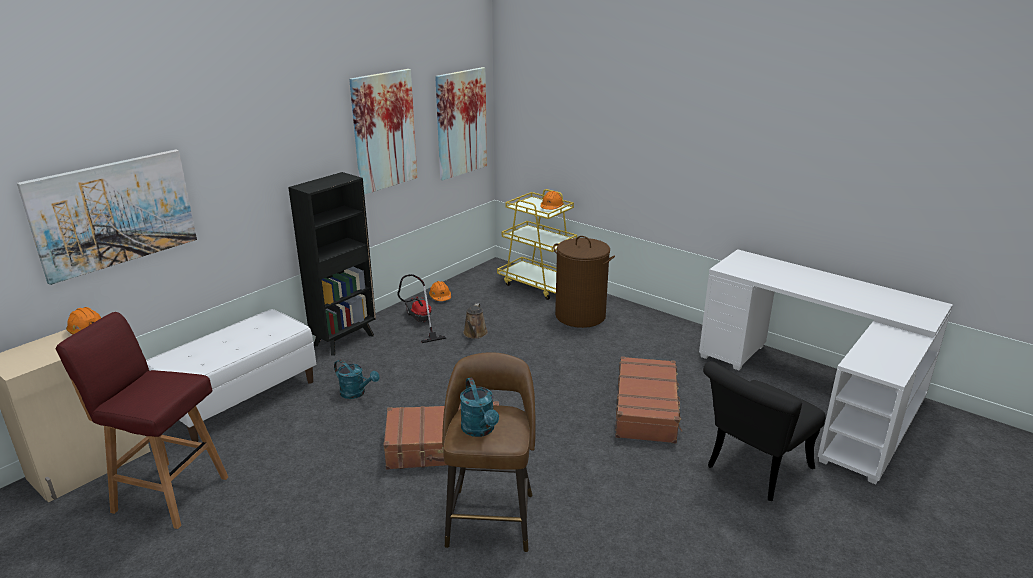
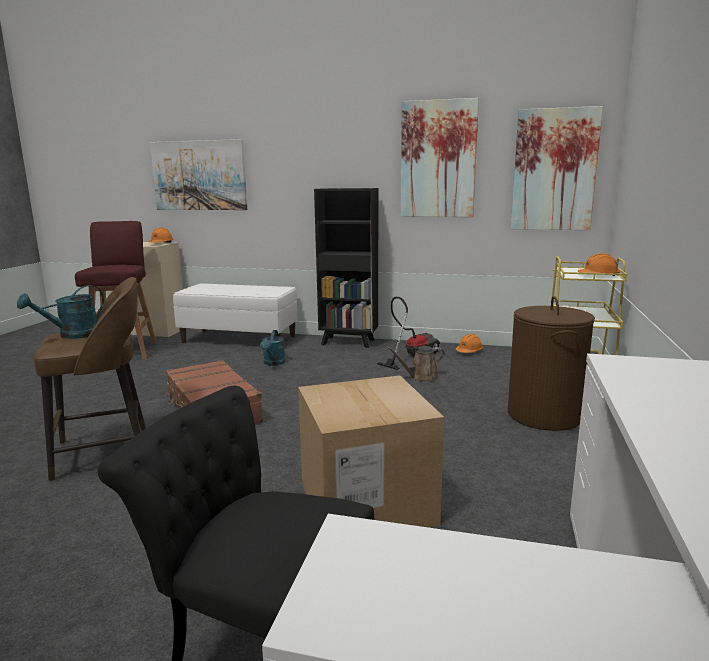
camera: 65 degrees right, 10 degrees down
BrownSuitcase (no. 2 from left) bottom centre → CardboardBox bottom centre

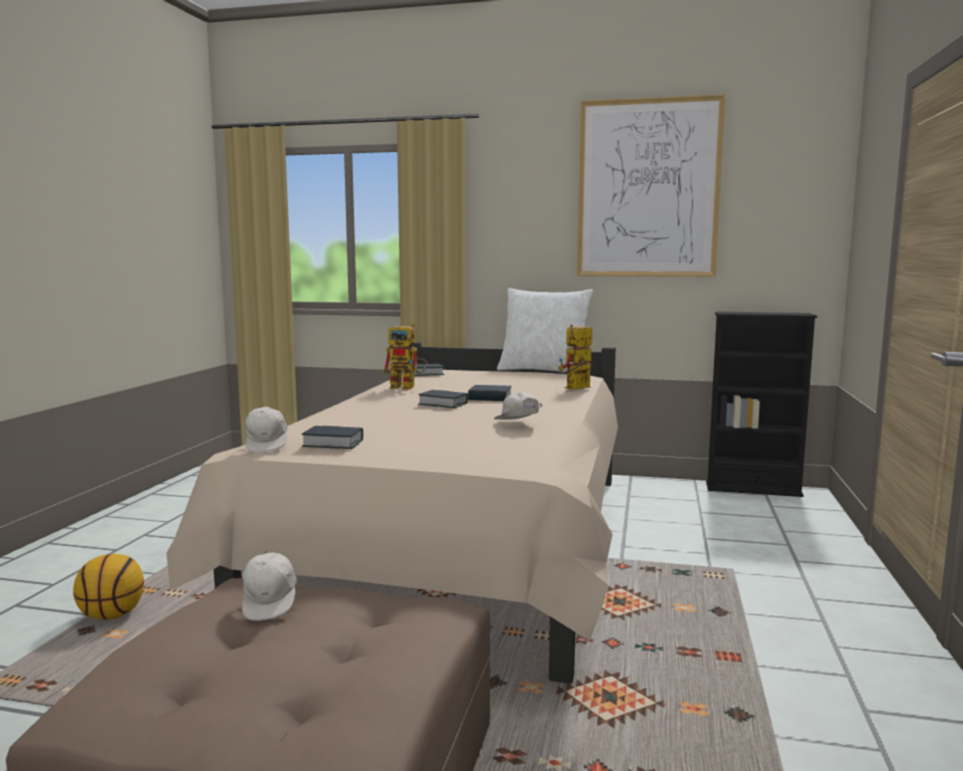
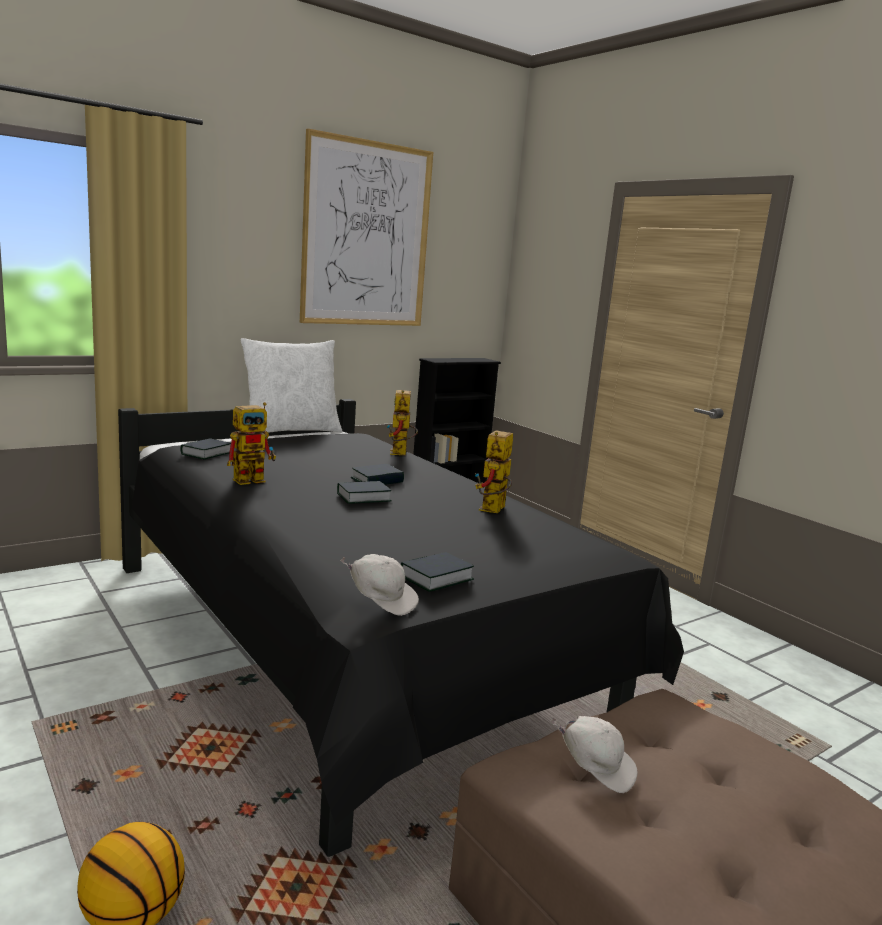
camera: 50 degrees left, 5 degrees up
WhiteCap (no. 3 from left) centre → ToyRobot (no. 3 from left) centre
BeigeBed centre → BlackBed bottom centre

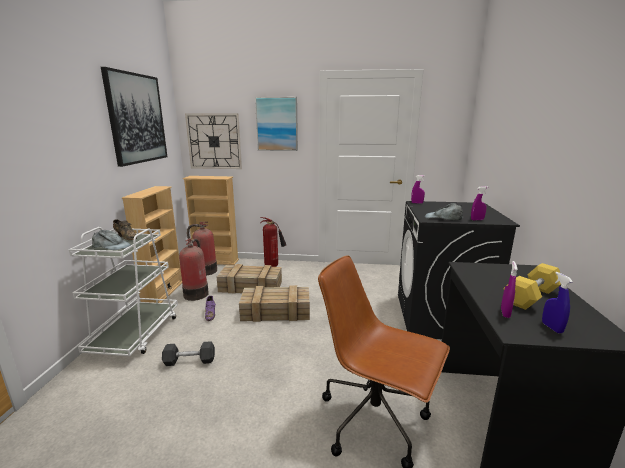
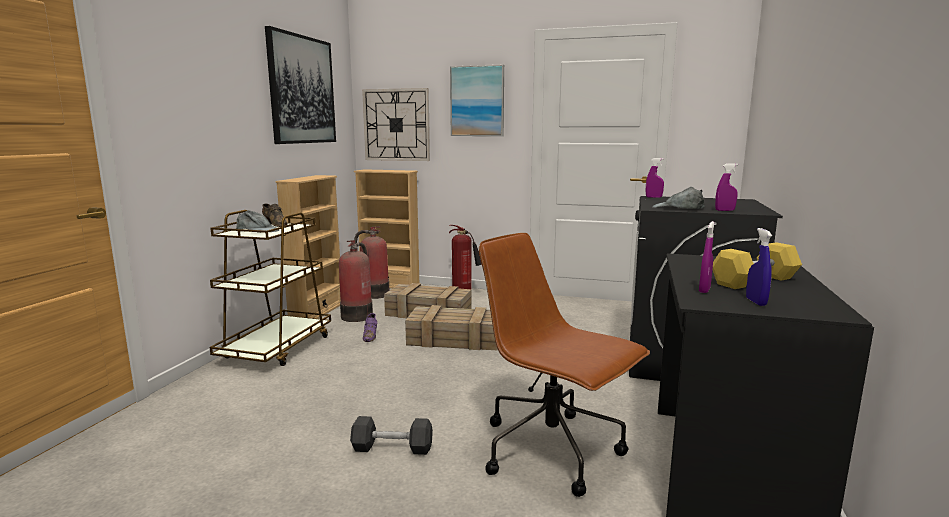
camera: 10 degrees right, 5 degrees down
GreyDumbbell bottom left → GreyDumbbell bottom centre, shifted
WhiteCart middle left → BrownCart middle left

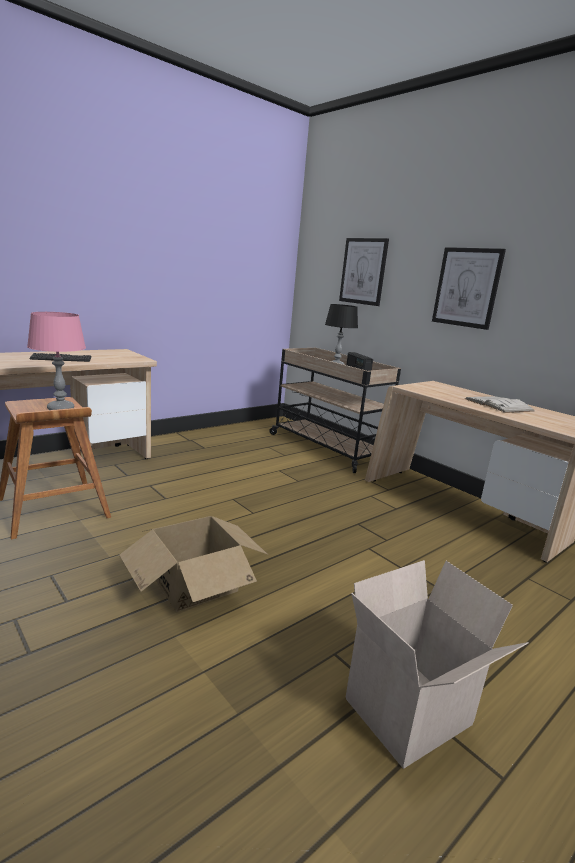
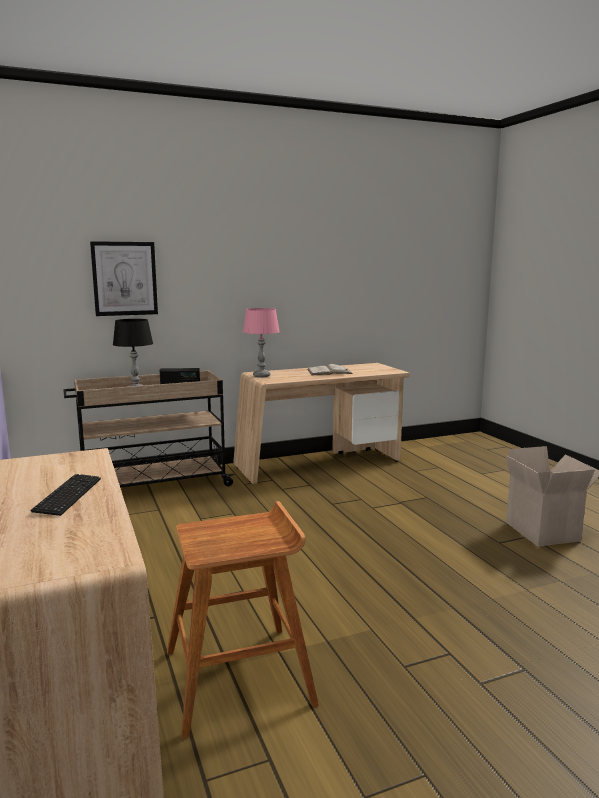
camera: 70 degrees left, 5 degrees down
CardboardBox (no. 1 from left) centre → -
Picture (no. 2 from left) middle right → -
PinkTableLamp middle left → PinkTableLamp centre, shifted

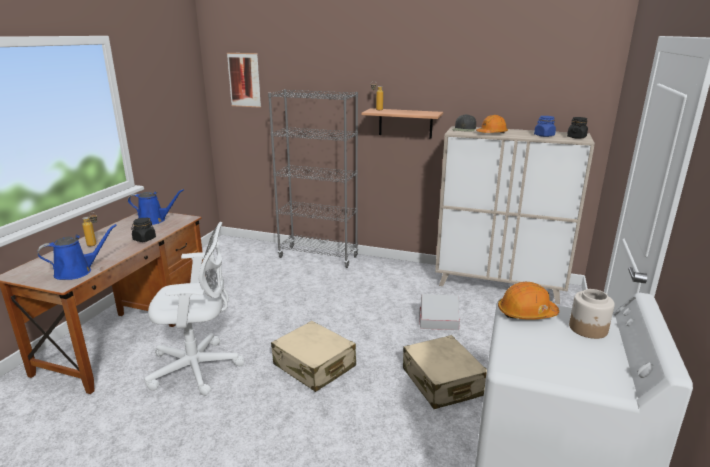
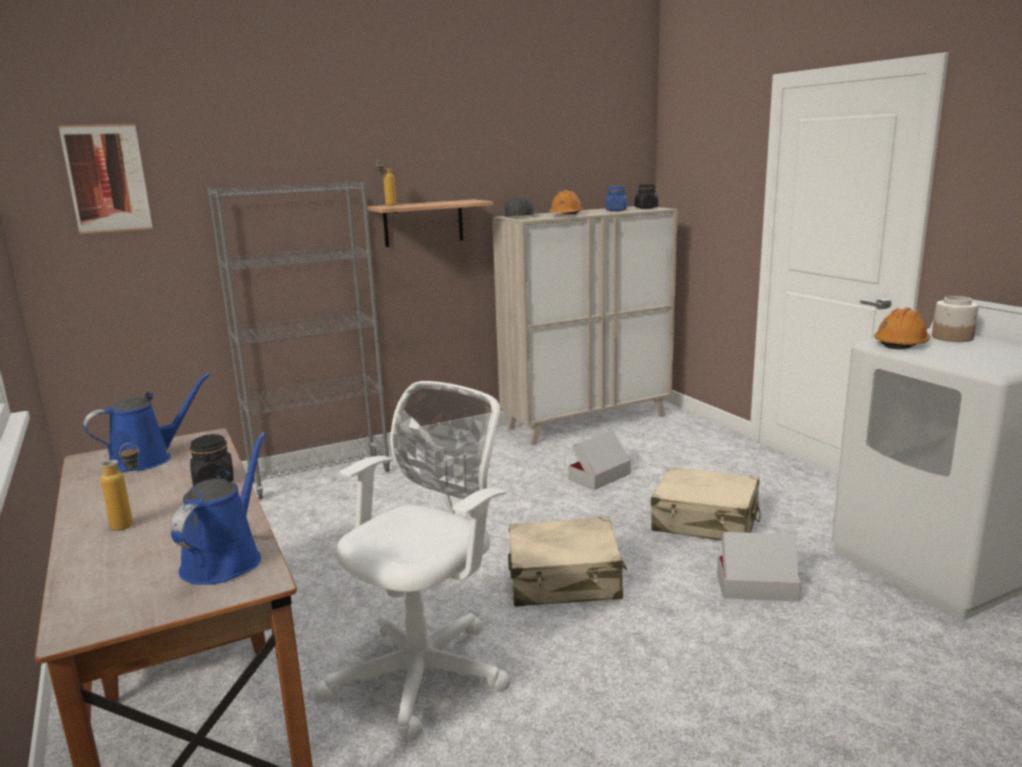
camera: 45 degrees left, 5 degrees down
- → CardboardBox (no. 2 from left) bottom right

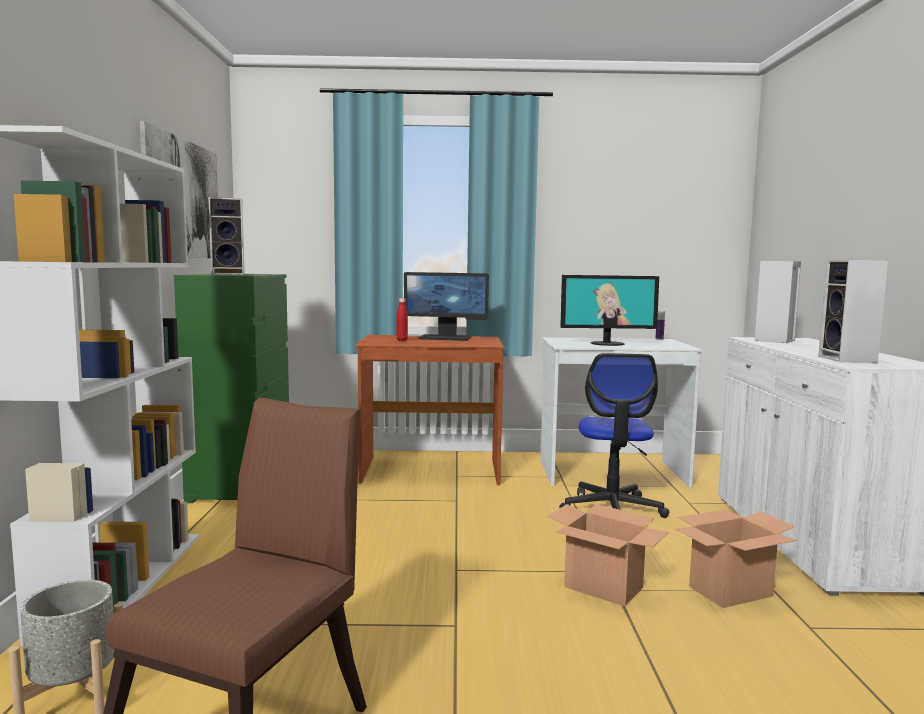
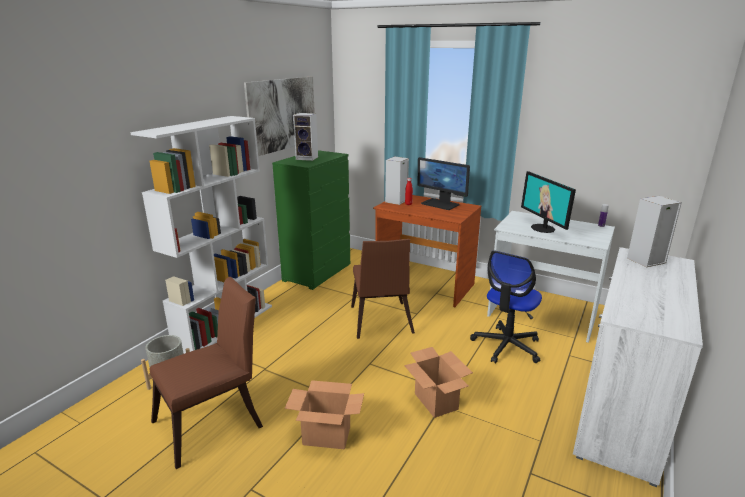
camera: 30 degrees right, 15 degrees up
- → BrownChair (no. 2 from left) centre
CardboardBox (no. 2 from left in the first image) bottom right → CardboardBox (no. 1 from left) bottom centre, shifted
Speaker (no. 3 from left in the first image) middle right → Speaker (no. 2 from left) centre, shifted
Monitor (no. 2 from left) centre → Monitor (no. 2 from left) middle right, 45 degrees clockwise

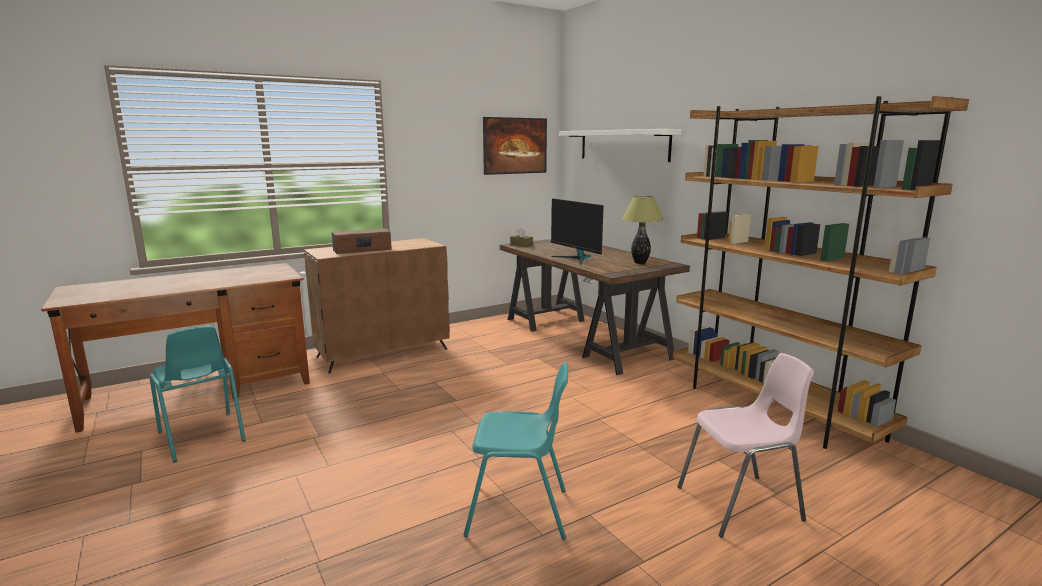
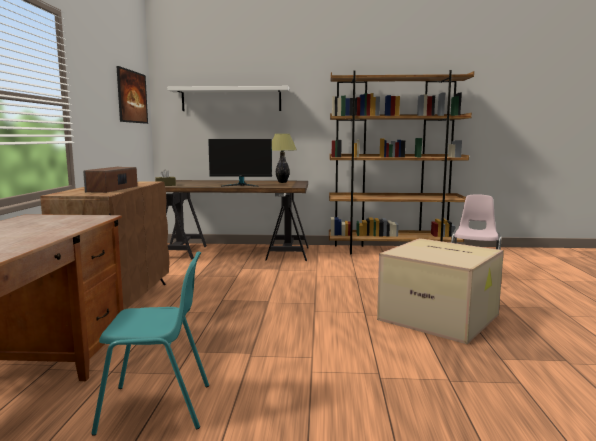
camera: 55 degrees left, 5 degrees down
TurquoiseChair (no. 2 from left) bottom centre → CardboardBox middle right

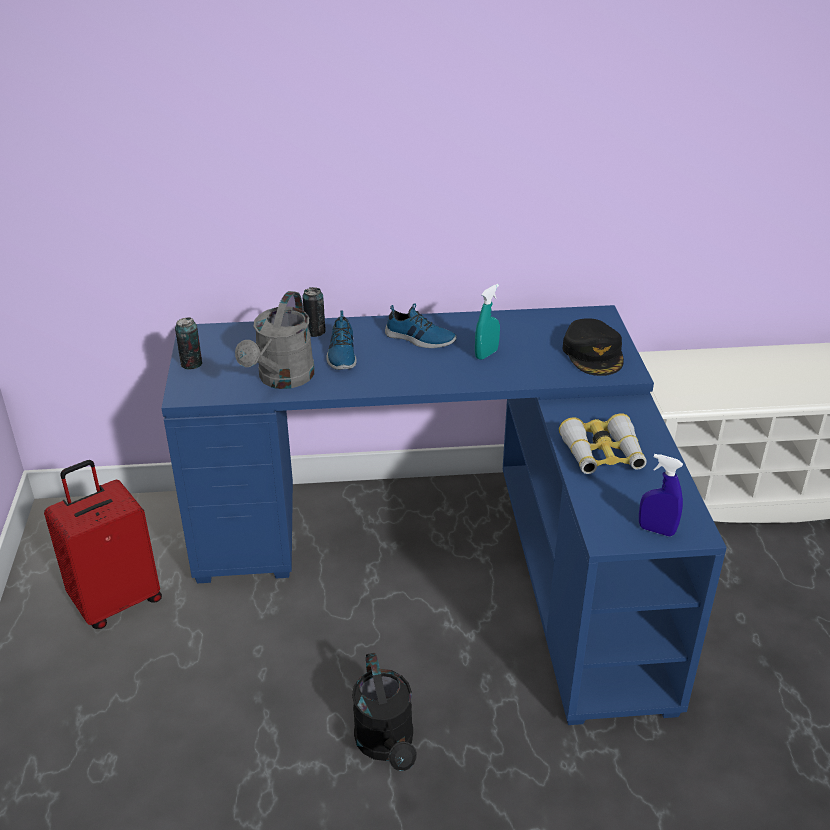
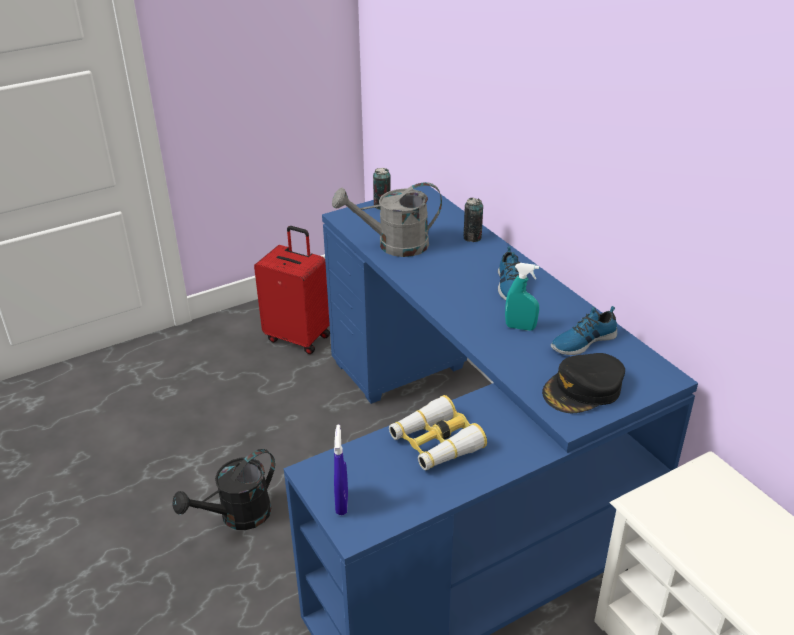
camera: 65 degrees right, 0 degrees up
Shoe (no. 1 from left in the first image) centre → Shoe (no. 2 from left) middle right, shifted

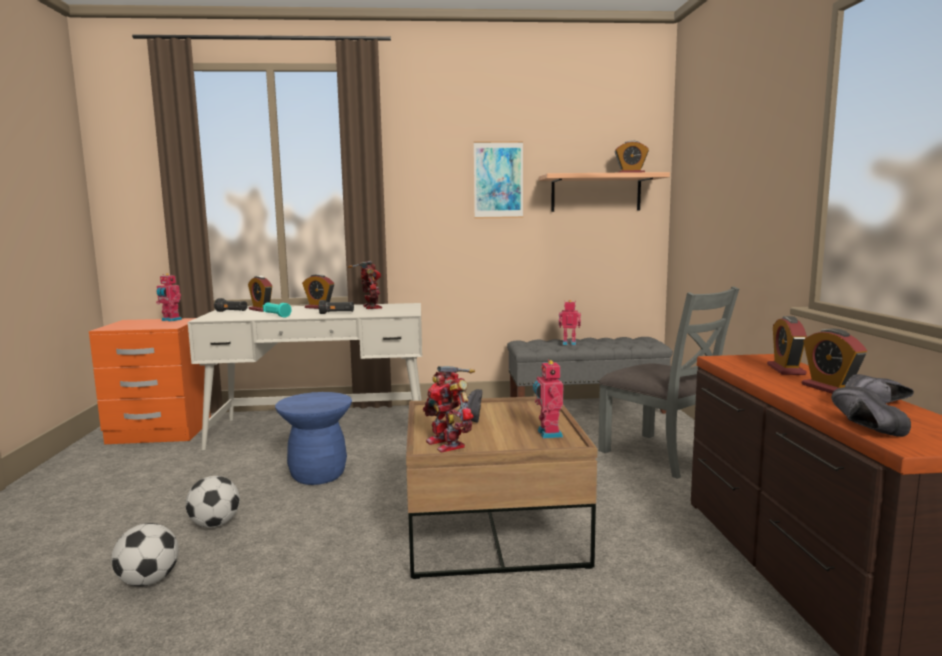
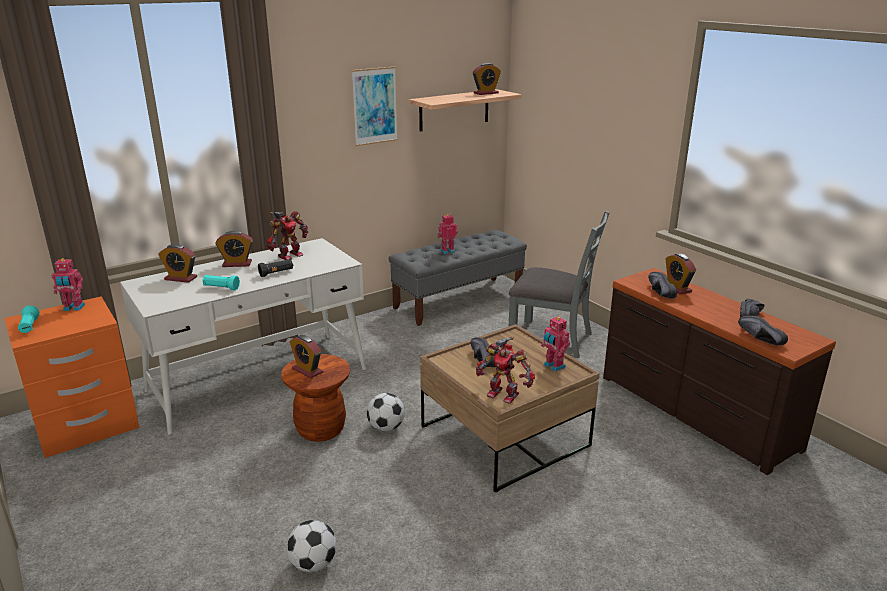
camera: 30 degrees left, 15 degrees up
BlackFlashlight (no. 1 from left) middle left → -
- → TurquoiseFlashlight (no. 1 from left) middle left
- → BlackShoe (no. 2 from left) middle right
Football (no. 2 from left) bottom left → Football (no. 2 from left) bottom centre, shifted
AlarmClock (no. 5 from left in the first image) middle right → AlarmClock (no. 3 from left) centre, shifted
BlueStool bottom left → BrownStool bottom centre
ToyRobot (no. 2 from left) centre → ToyRobot (no. 2 from left) middle left, 90 degrees clockwise

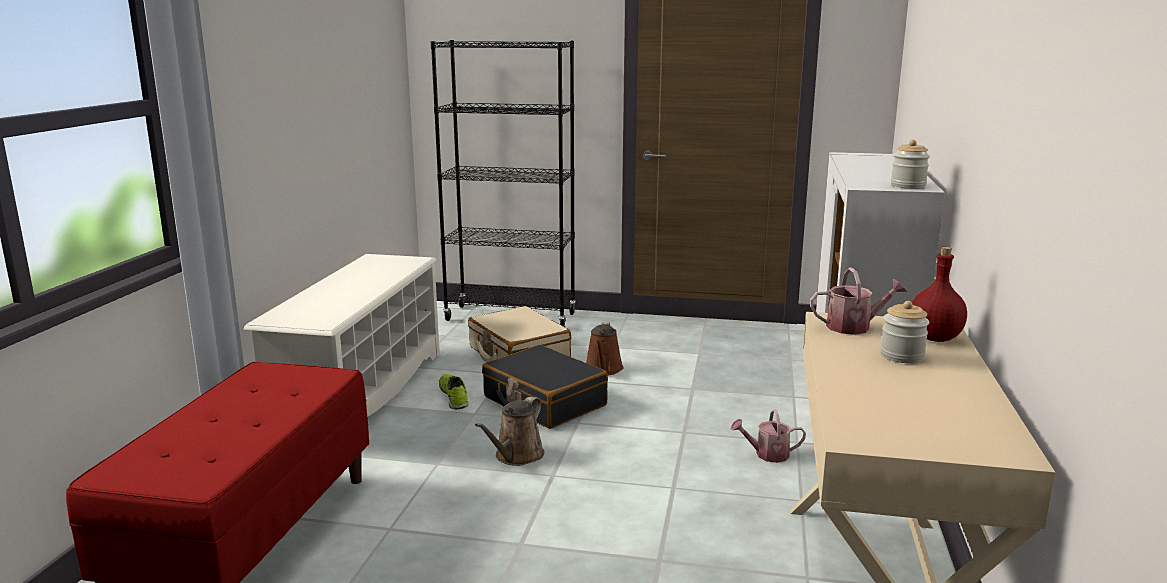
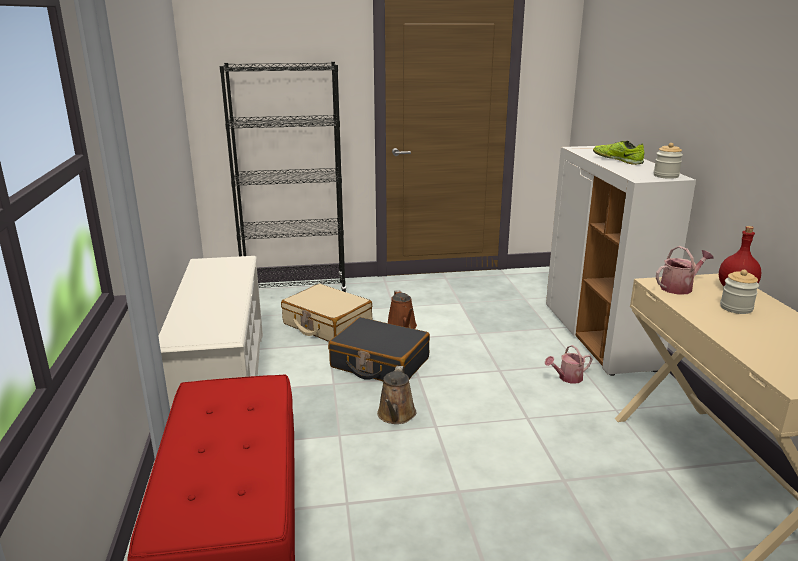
camera: 20 degrees left, 5 degrees up
Shoe bottom centre → Shoe top right, shifted

